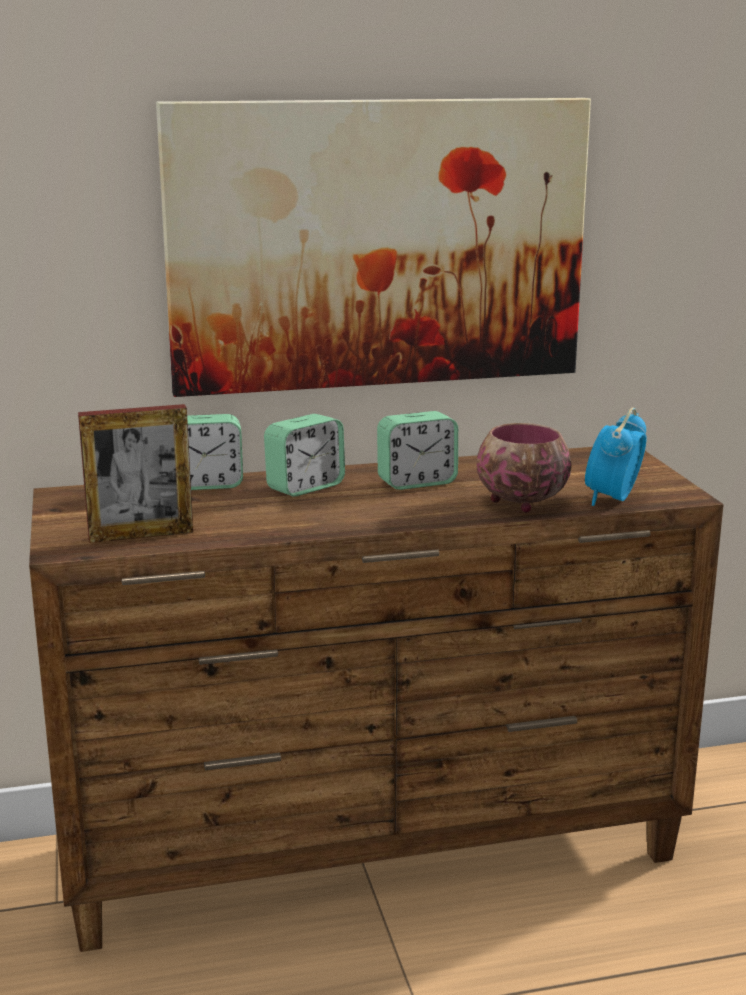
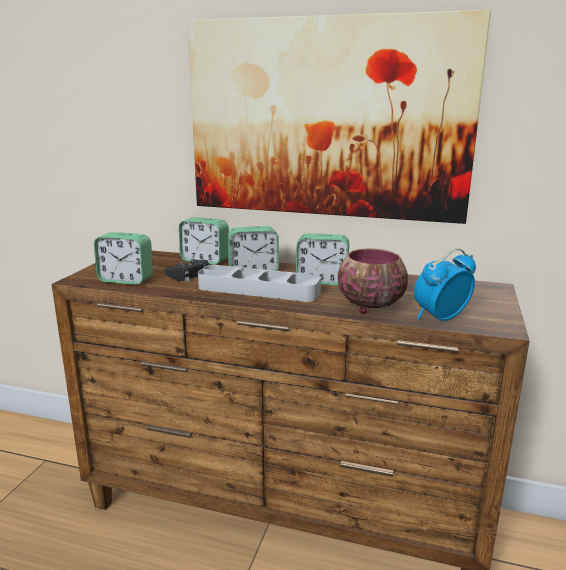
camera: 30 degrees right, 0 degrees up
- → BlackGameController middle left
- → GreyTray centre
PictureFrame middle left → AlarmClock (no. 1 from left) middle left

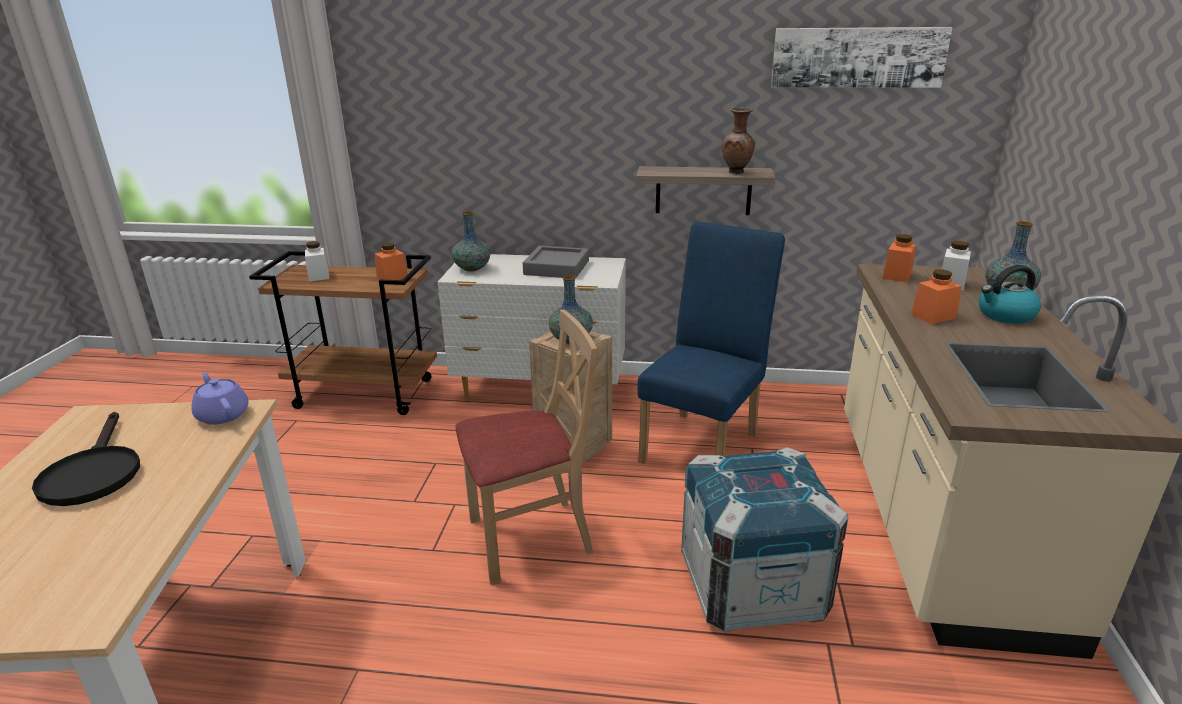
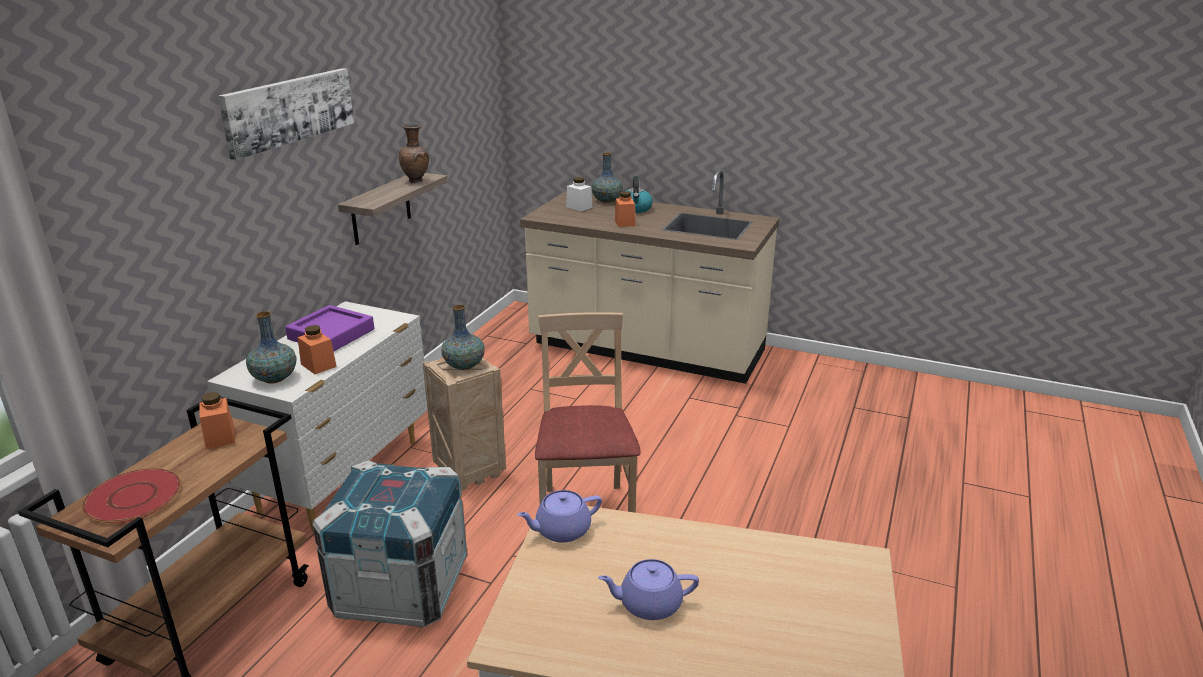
camera: 75 degrees left, 0 degrees up
BlueChair centre → -
Crate (no. 2 from left in the first image) bottom centre → Crate (no. 1 from left) bottom left, shifted
Picture top right → Picture top left, shifted
OrangeJar (no. 2 from left) middle right → OrangeJar (no. 2 from left) middle left, shifted
BlackFryingPan middle left → PurpleTeapot (no. 2 from left) bottom centre
WhiteJar (no. 1 from left) middle left → RedPlate bottom left
GreyTray centre → PurpleTray middle left

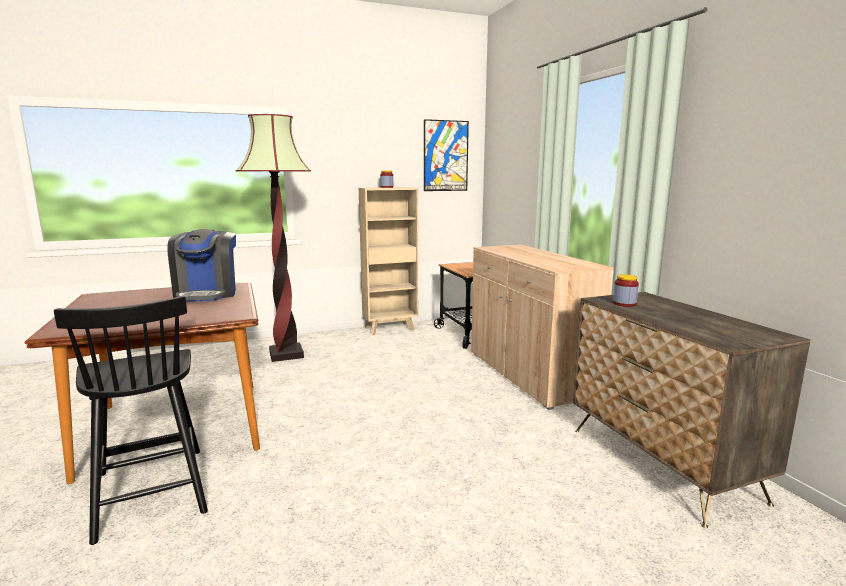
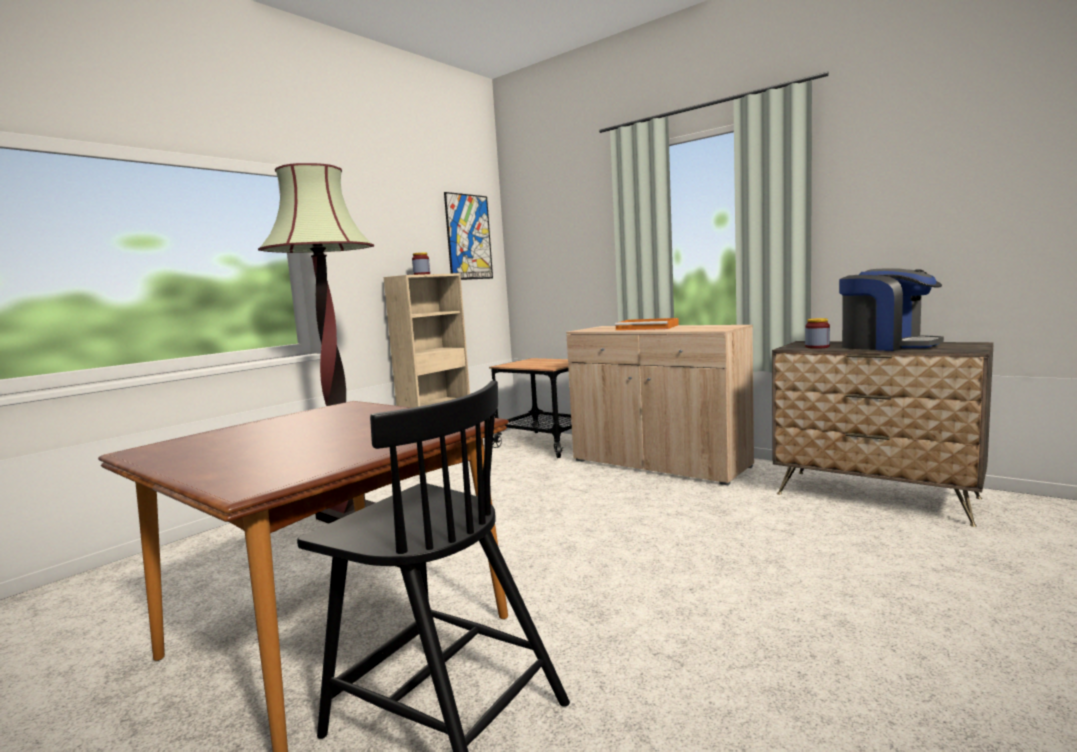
camera: 30 degrees left, 5 degrees down
- → OrangeTray centre
CoffeeMachine middle left → CoffeeMachine middle right, shifted

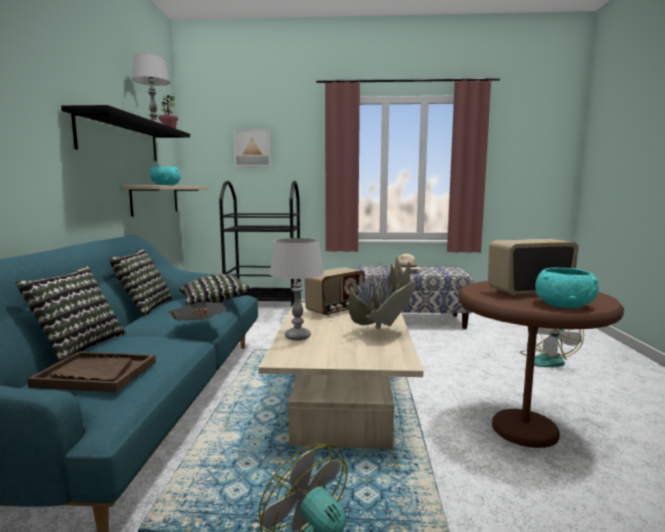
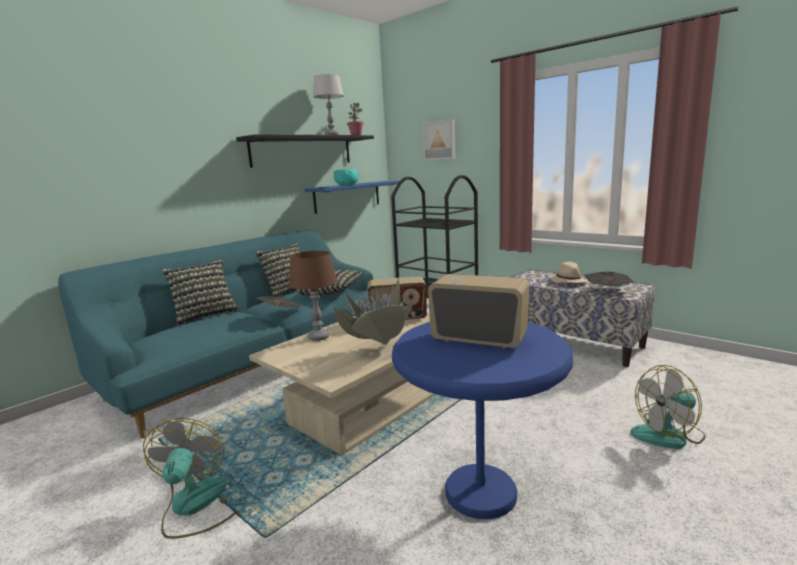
camera: 40 degrees right, 5 degrees up
BrownTray bottom left → -
TurquoiseBowl (no. 2 from left) middle right → -
- → Newspaper (no. 2 from left) middle right
BeigeShelf middle left → BlueShelf centre
GreyTableLamp (no. 2 from left) centre → BrownTableLamp centre
BrownSideTable bottom right → BlueSideTable bottom centre

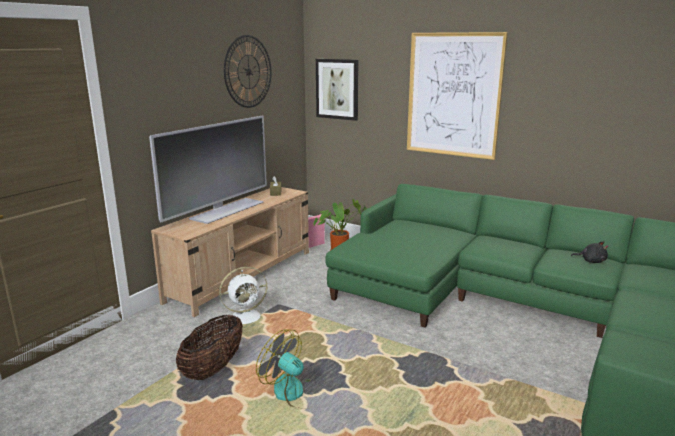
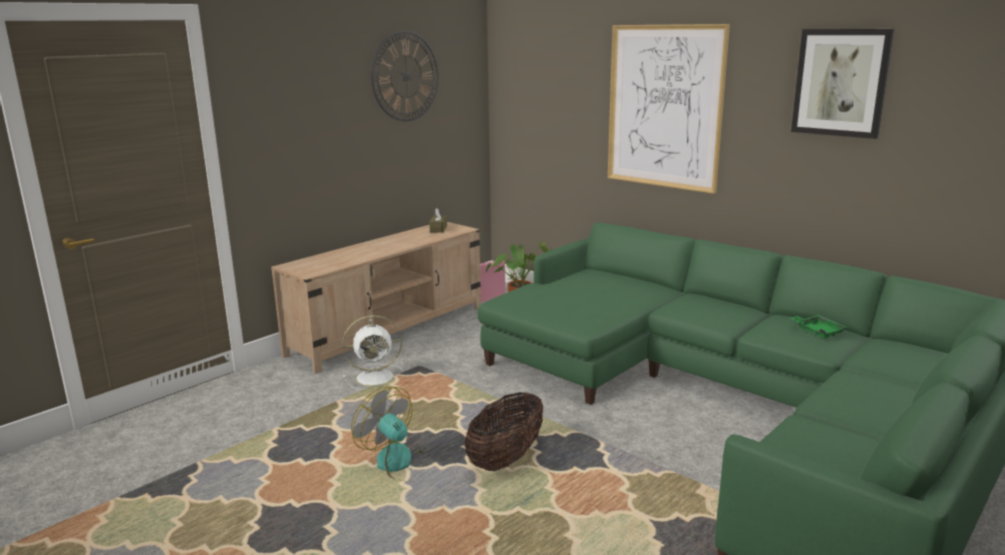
camera: 10 degrees right, 0 degrees up
Television middle left → -
Basket bottom left → Basket bottom centre, shifted
Picture (no. 1 from left in the first image) top centre → Picture (no. 2 from left) top right, shifted
BlackPlushToy middle right → GreenTray middle right

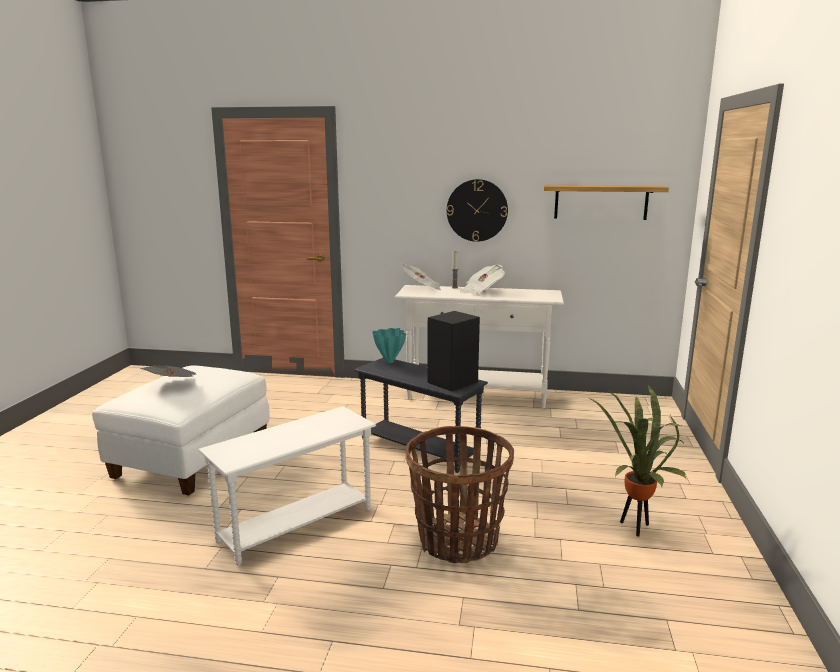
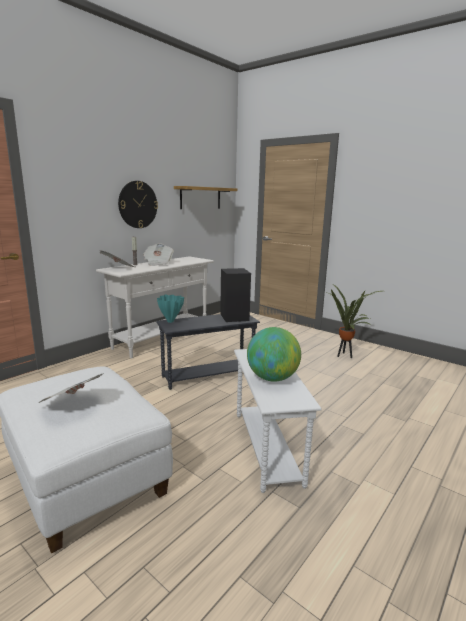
camera: 60 degrees left, 0 degrees up
Basket bottom centre → -
- → Globe centre

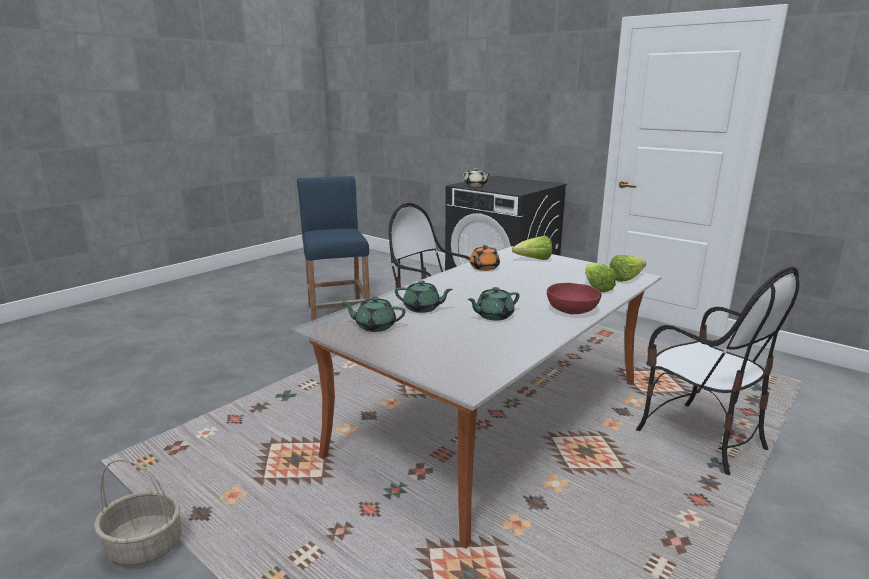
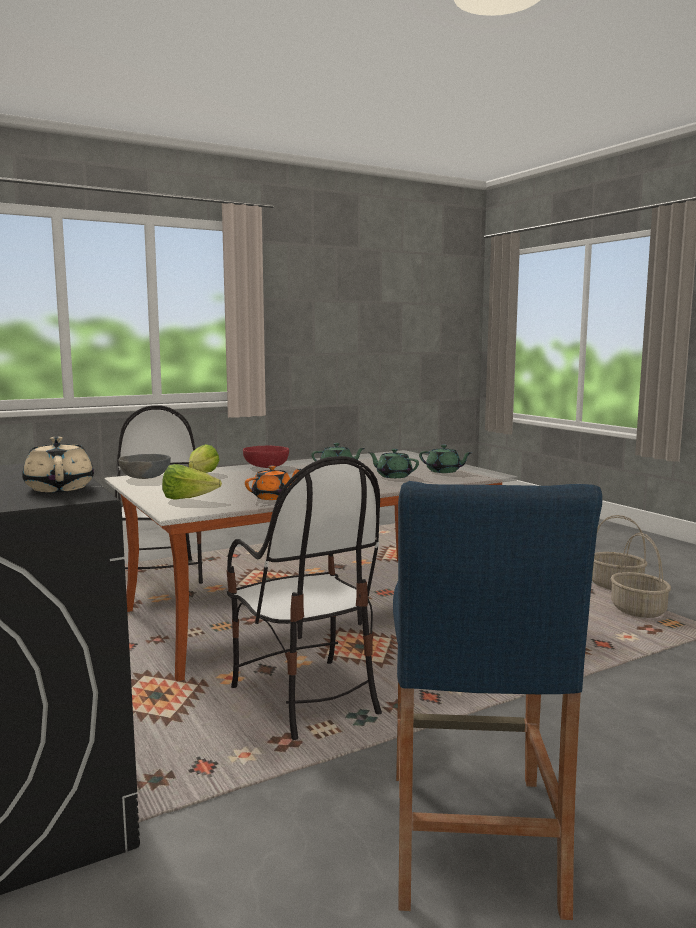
camera: 160 degrees left, 10 degrees down
- → Basket (no. 2 from left) middle right
Lettuce (no. 3 from left) middle right → GreyBowl middle left

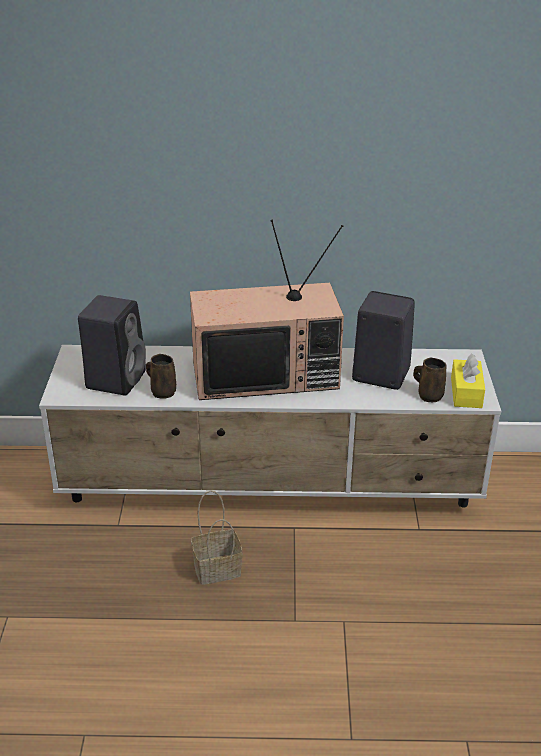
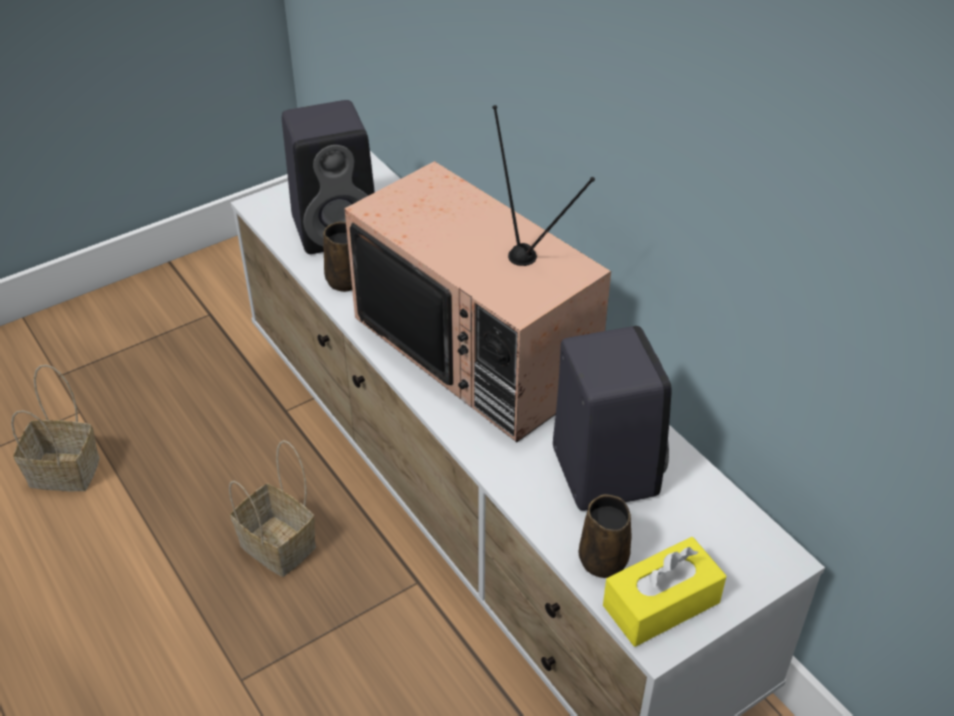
camera: 55 degrees right, 10 degrees up
- → Basket (no. 1 from left) middle left

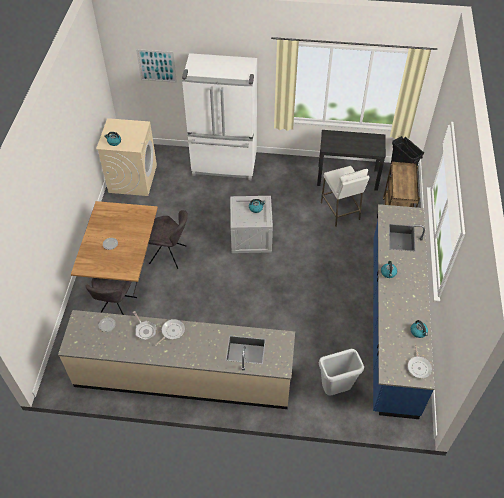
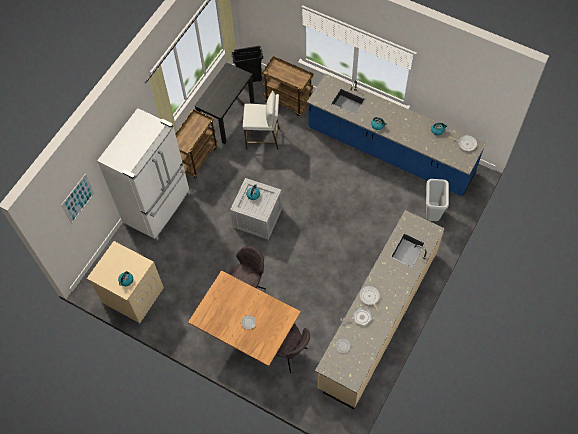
camera: 65 degrees left, 10 degrees up
- → BrownCart (no. 1 from left) top centre

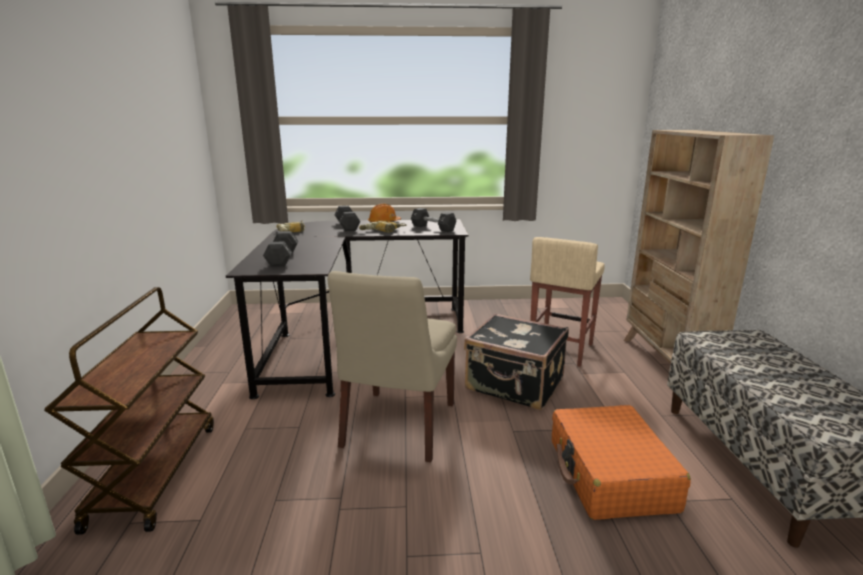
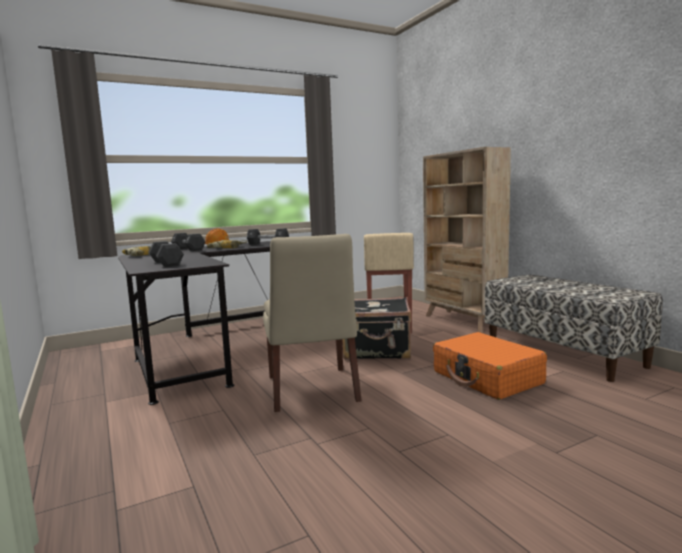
camera: 25 degrees left, 10 degrees down
BrownCart bottom left → -

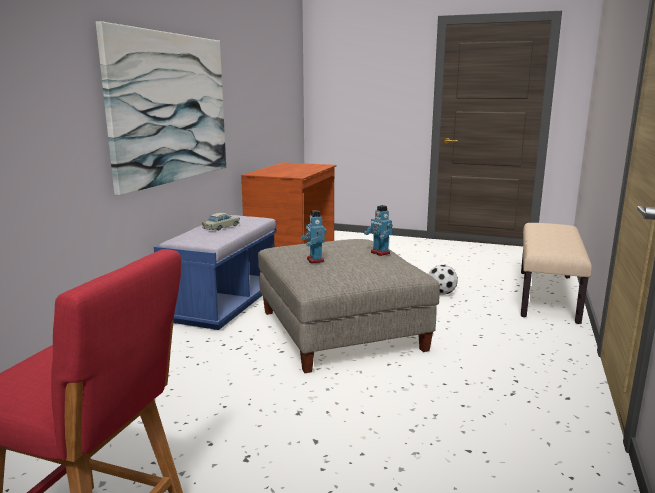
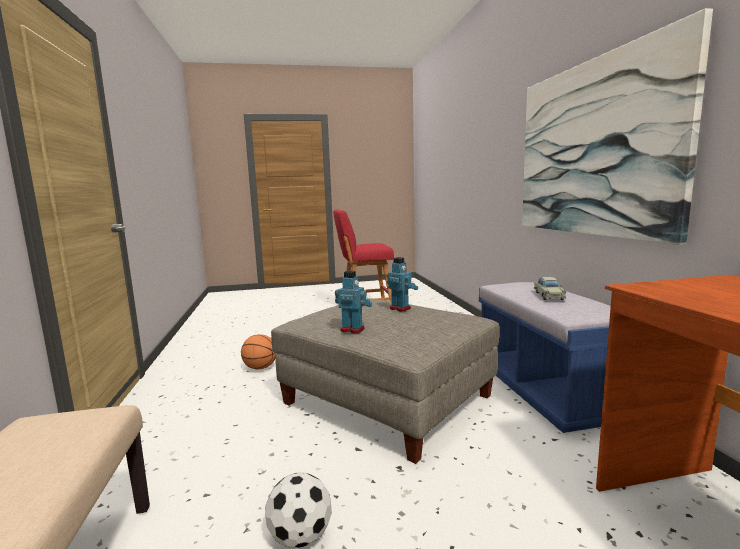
camera: 150 degrees right, 5 degrees down
- → Basketball centre

